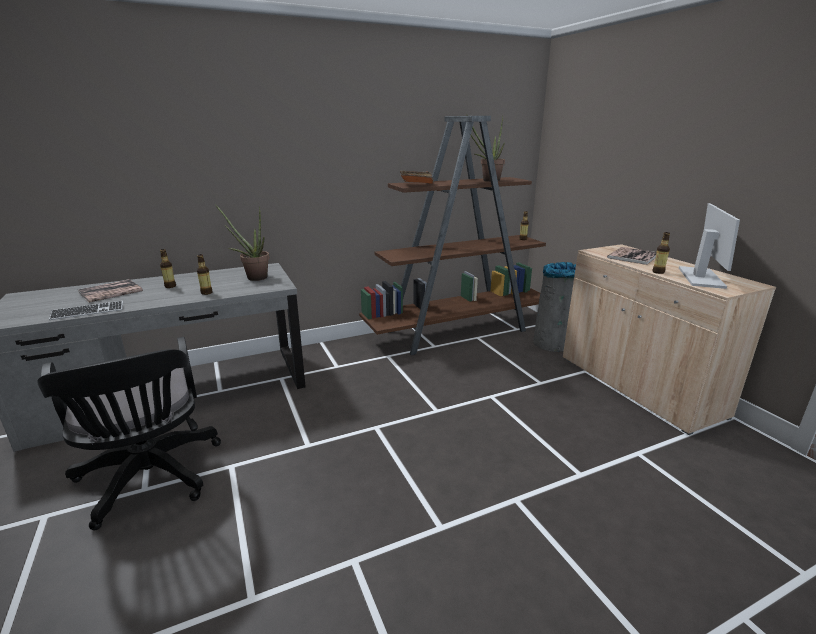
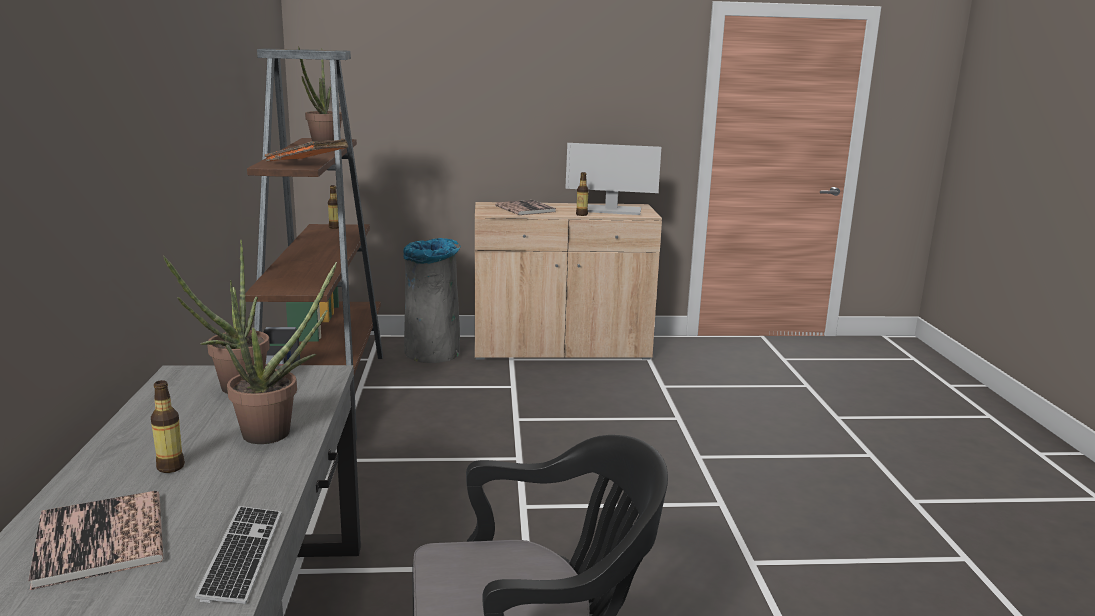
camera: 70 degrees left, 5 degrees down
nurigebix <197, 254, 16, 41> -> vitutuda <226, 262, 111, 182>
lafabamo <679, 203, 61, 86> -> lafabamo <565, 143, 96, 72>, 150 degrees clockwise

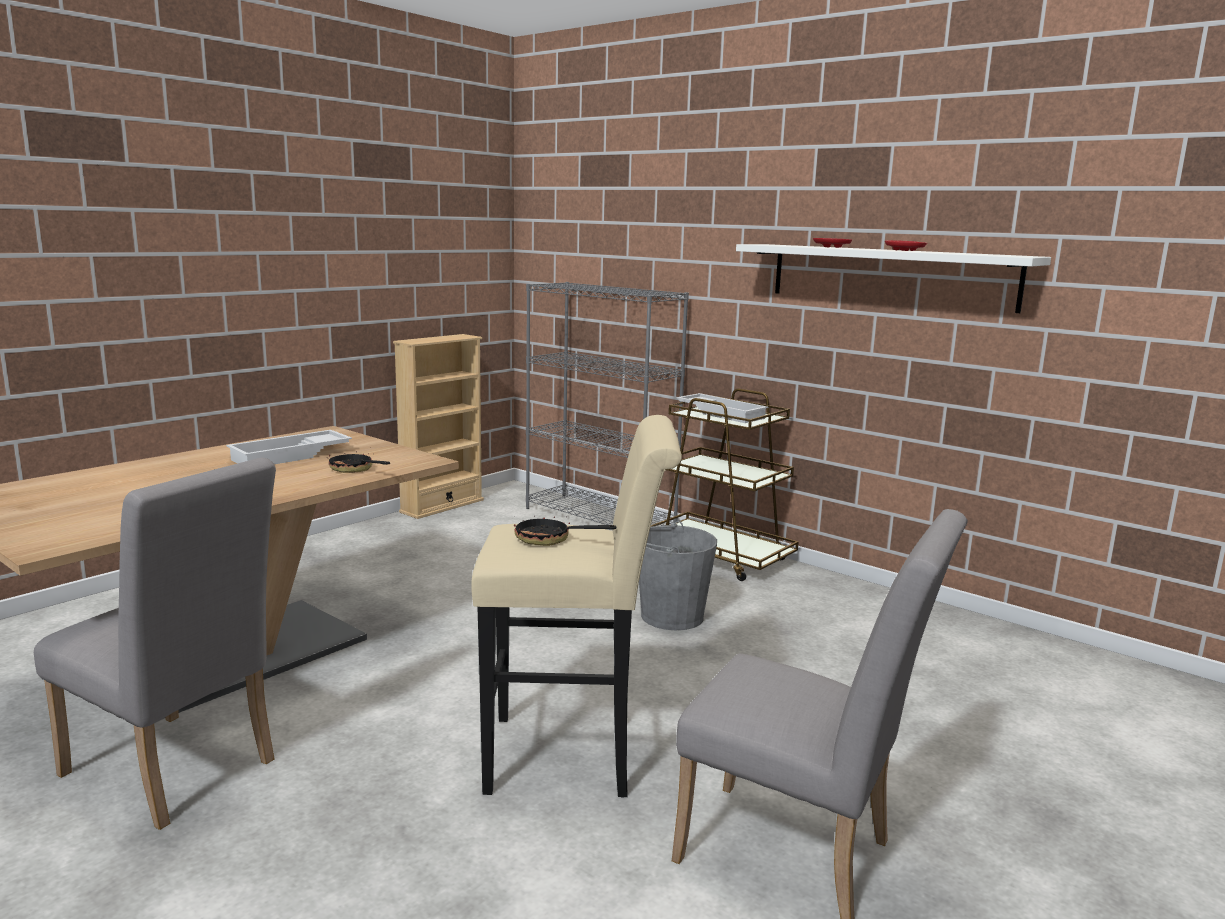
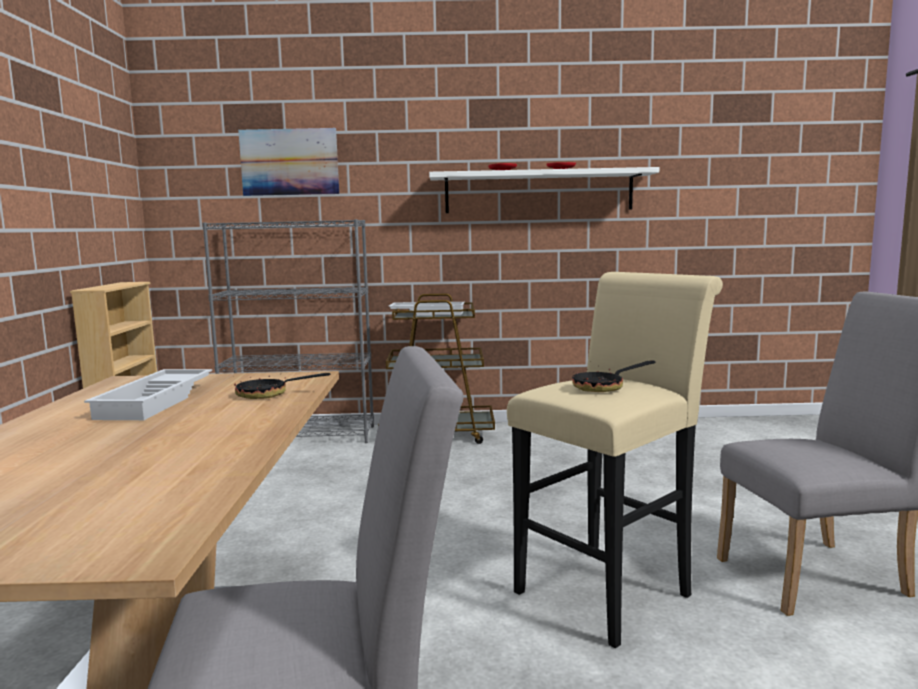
camera: 40 degrees left, 5 degrees down
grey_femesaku <639, 521, 78, 109> -> none
none -> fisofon <238, 128, 101, 68>

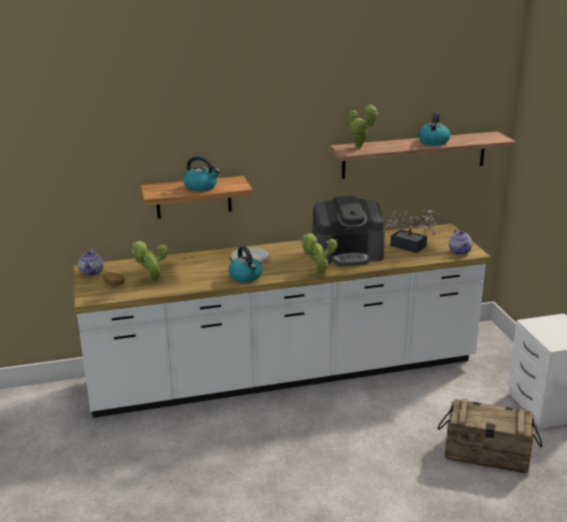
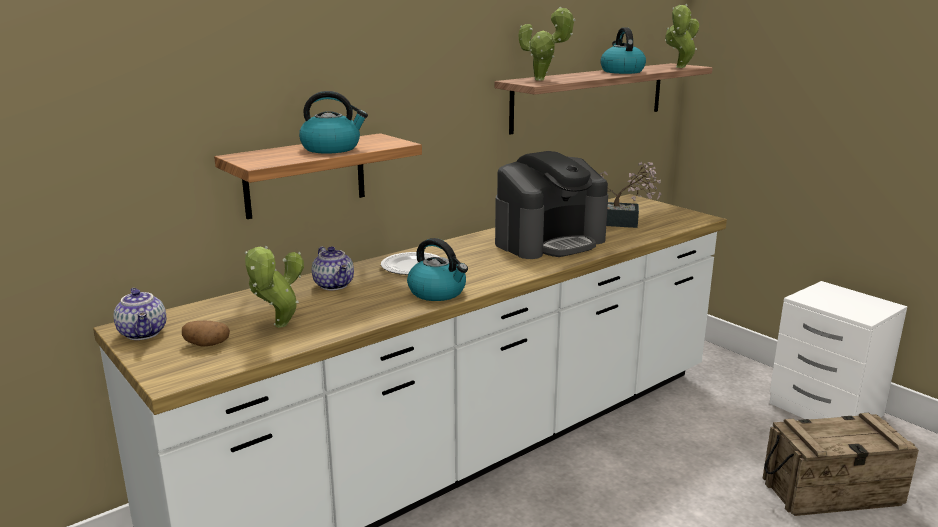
camera: 25 degrees left, 5 degrees down
vitutuda <302, 234, 35, 41> -> vitutuda <665, 4, 34, 64>, relocated
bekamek <449, 229, 23, 26> -> bekamek <312, 246, 42, 44>, relocated

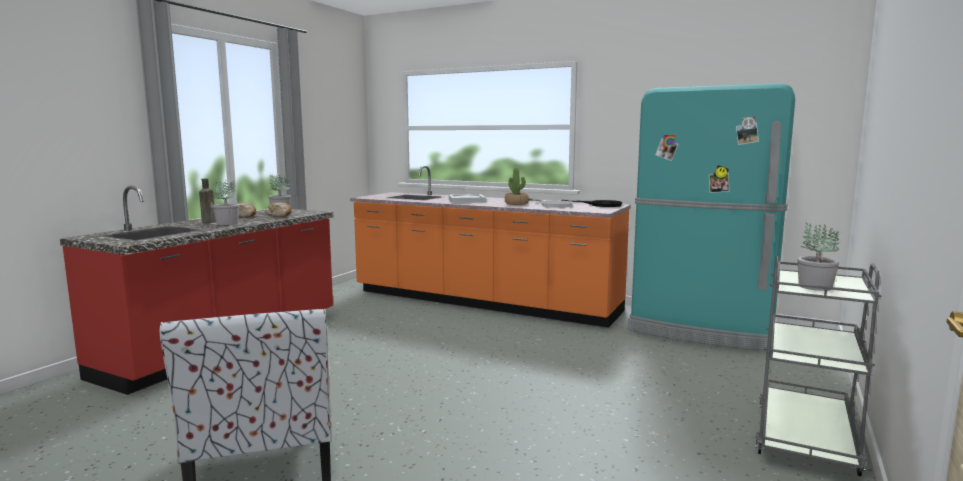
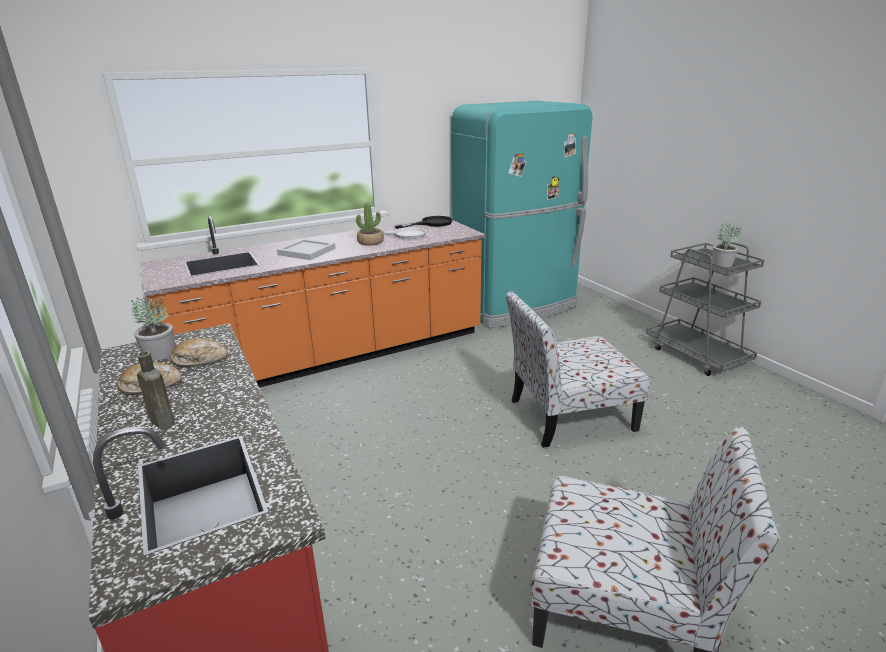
camera: 55 degrees left, 15 degrees up
vitutuda <213, 180, 26, 45> -> none
none -> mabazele <506, 291, 145, 157>

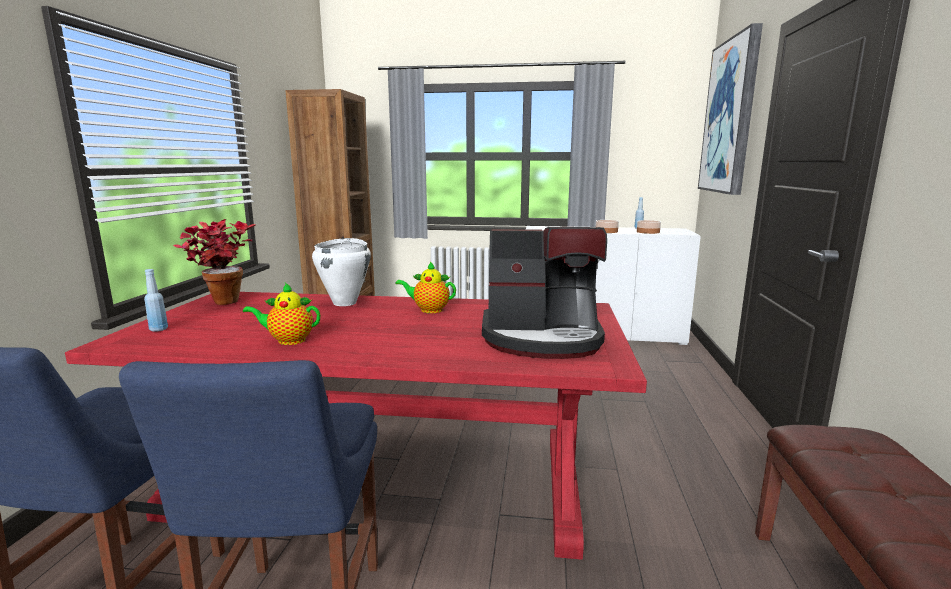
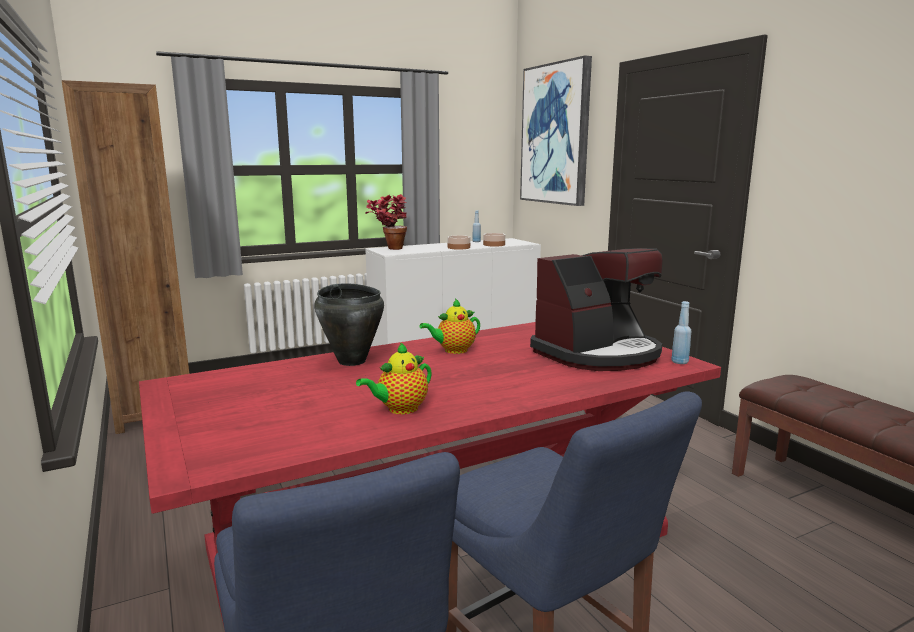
camera: 35 degrees left, 0 degrees up
blue_nurigebix <144, 269, 24, 63> -> blue_nurigebix <671, 301, 21, 63>, relocated
vitutuda <173, 219, 83, 86> -> vitutuda <365, 194, 42, 56>, relocated
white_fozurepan <312, 238, 59, 68> -> black_fozurepan <314, 283, 70, 83>

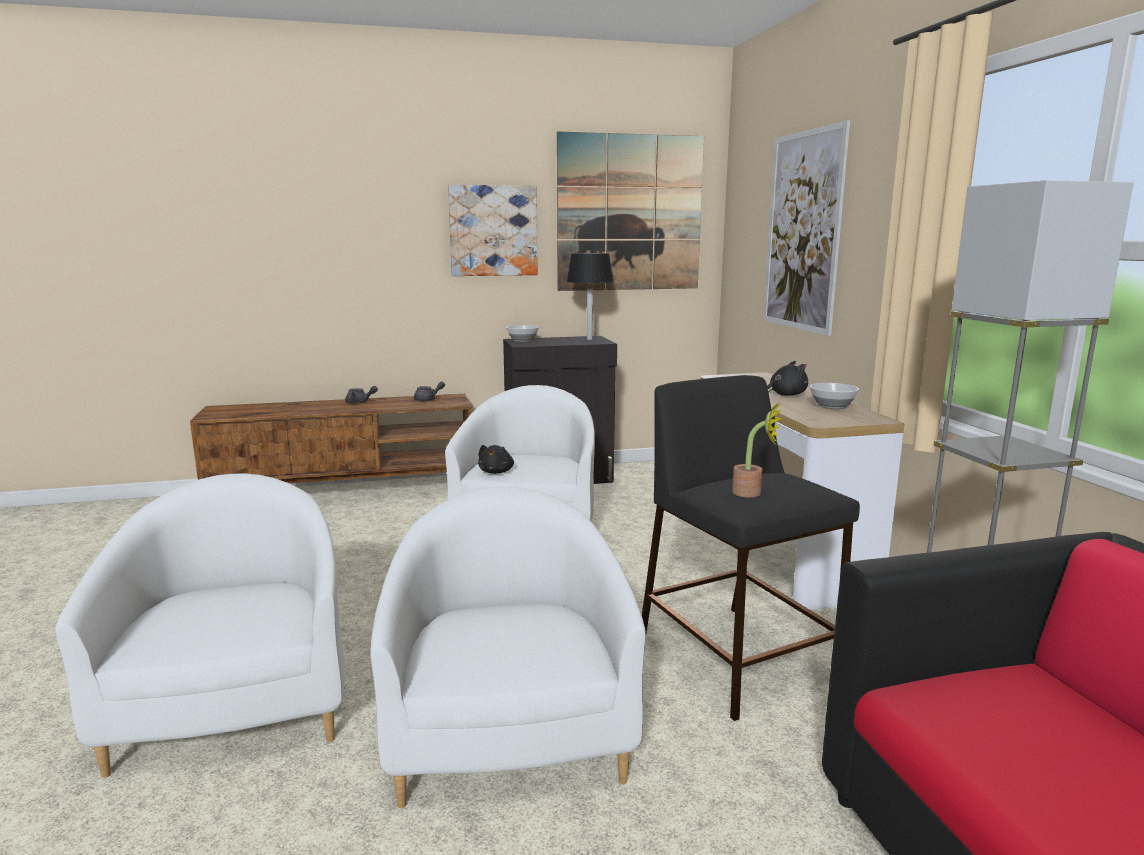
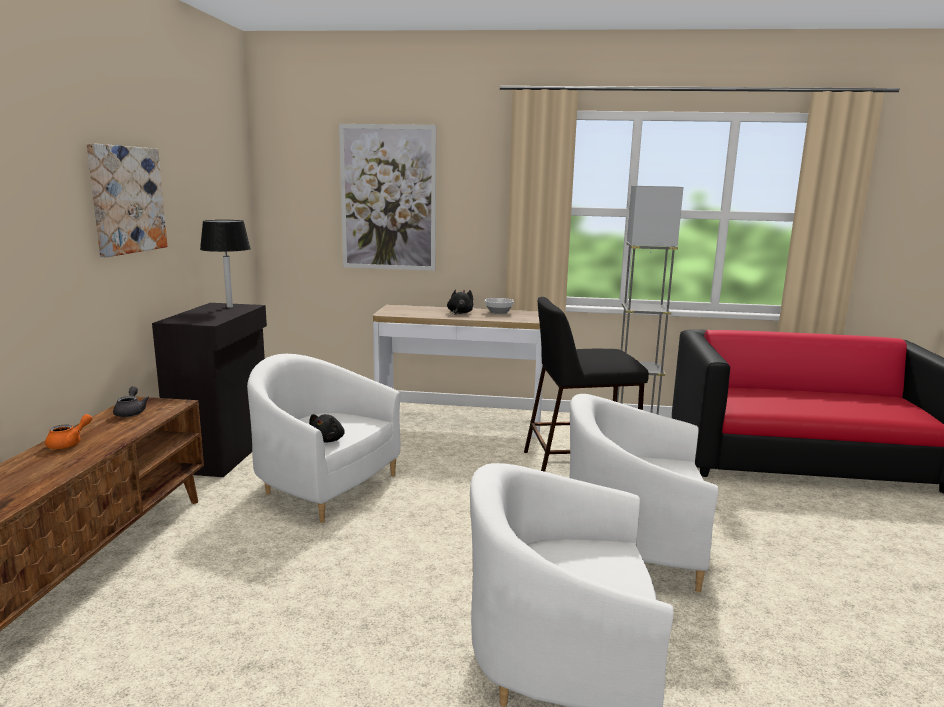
camera: 70 degrees left, 0 degrees up
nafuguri <506, 325, 33, 17> -> none
fisofon <557, 131, 147, 160> -> none
vitutuda <732, 402, 50, 95> -> none
grey_bekamek <345, 386, 33, 18> -> orange_bekamek <45, 414, 47, 35>
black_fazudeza <478, 445, 36, 29> -> black_fazudeza <309, 414, 36, 29>, 75 degrees clockwise

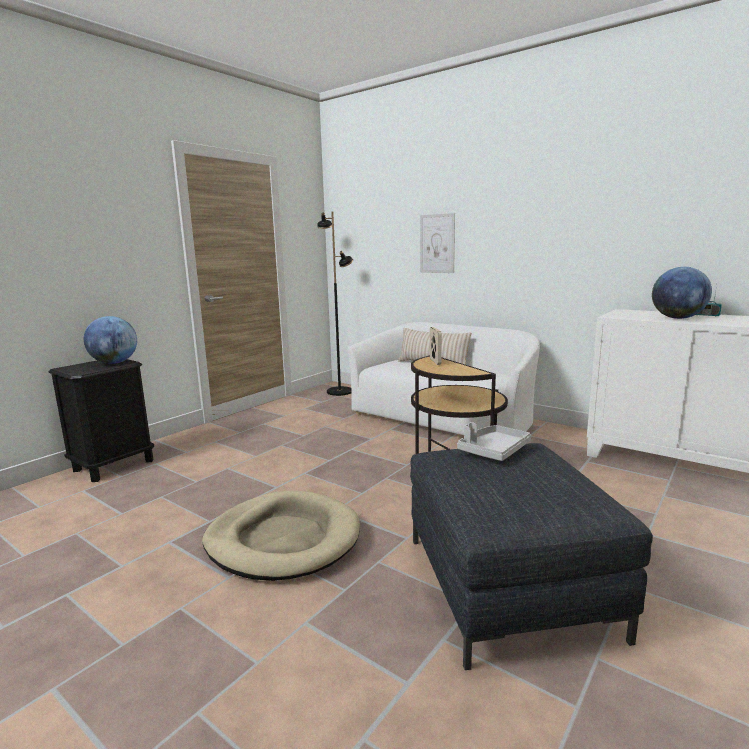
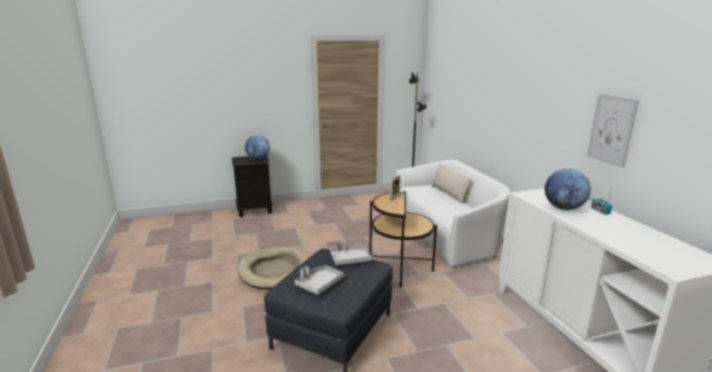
camera: 35 degrees right, 5 degrees up
none -> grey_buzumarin <295, 265, 49, 30>
fisofon <420, 213, 35, 60> -> fisofon <587, 94, 52, 74>, relocated

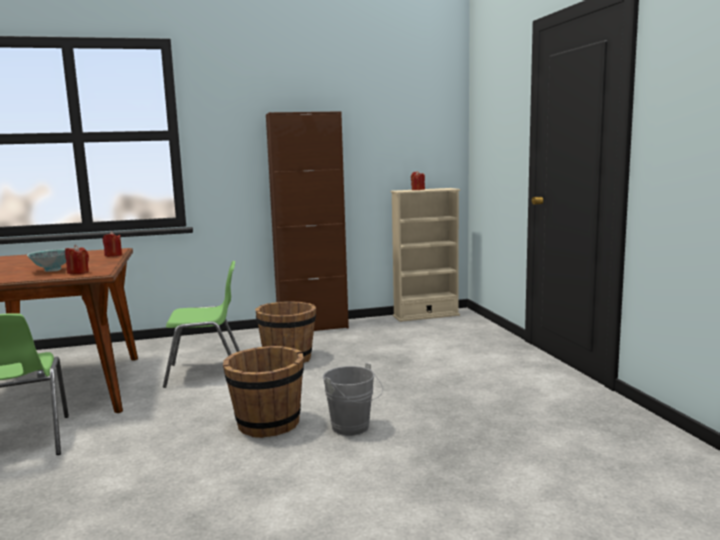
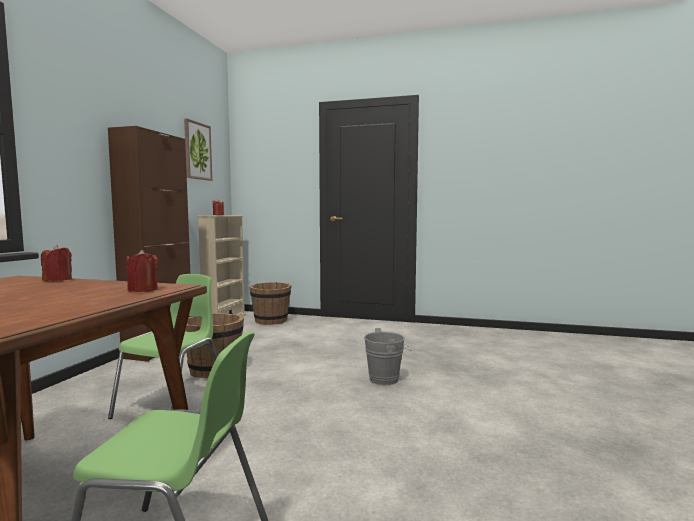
camera: 60 degrees left, 5 degrees down
nafuguri <27, 249, 39, 23> -> none
none -> fisofon <184, 119, 28, 62>
brown_femesaku <223, 346, 81, 92> -> brown_femesaku <250, 282, 41, 43>, relocated

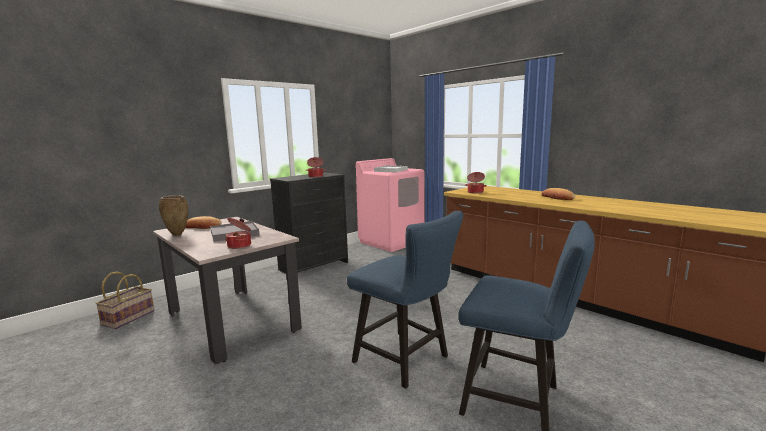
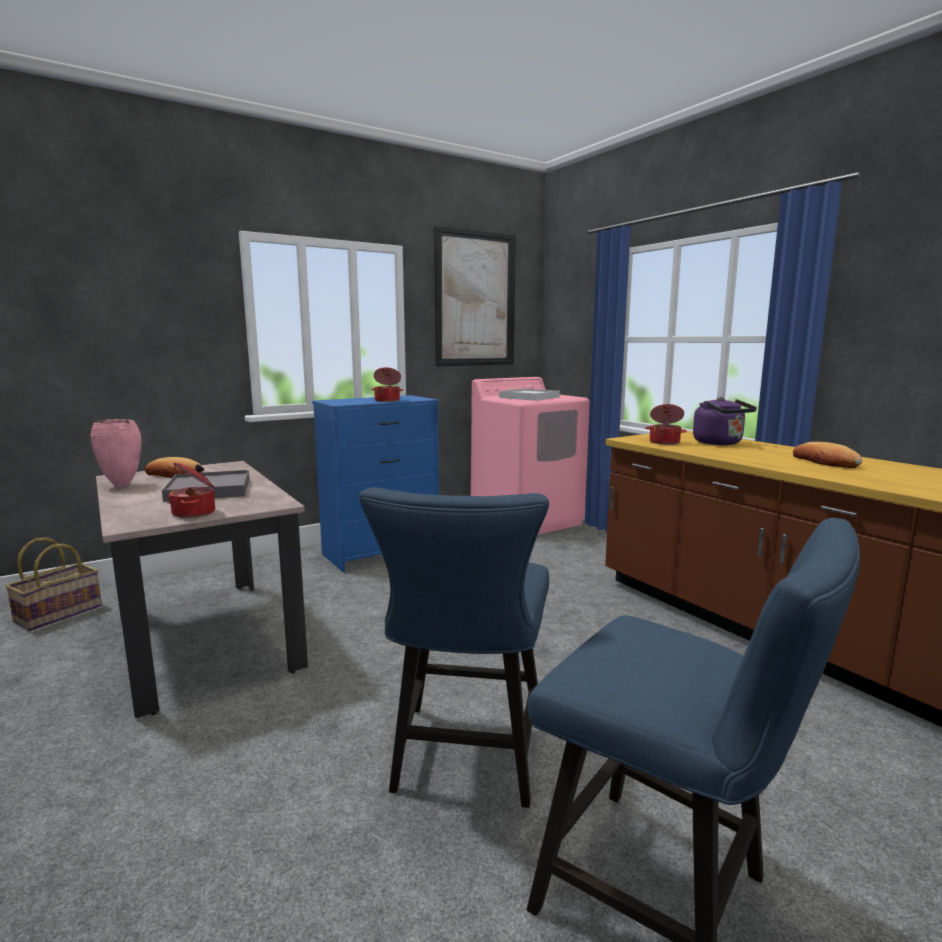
camera: 10 degrees right, 0 degrees up
none -> fisofon <434, 226, 82, 140>
none -> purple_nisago <693, 397, 64, 48>
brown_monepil <159, 195, 29, 41> -> pink_monepil <90, 419, 51, 68>
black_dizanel <270, 173, 78, 101> -> blue_dizanel <312, 395, 127, 177>
blue_mabazele <347, 211, 116, 178> -> blue_mabazele <359, 487, 190, 321>, 45 degrees clockwise

